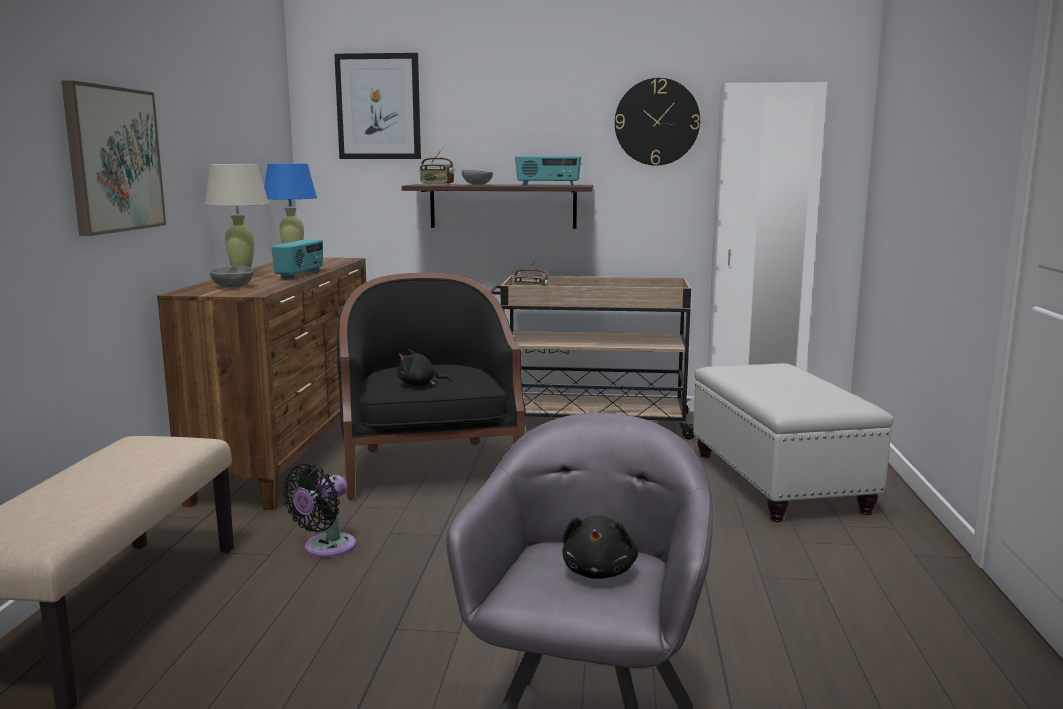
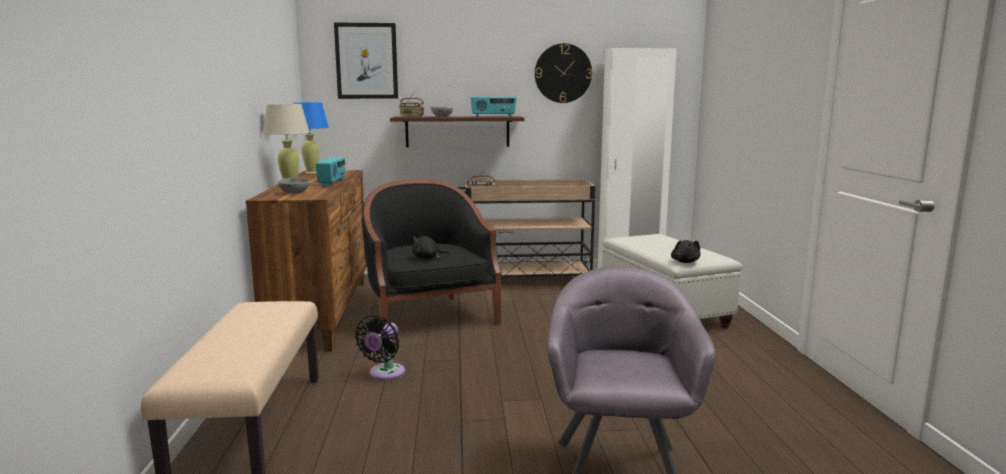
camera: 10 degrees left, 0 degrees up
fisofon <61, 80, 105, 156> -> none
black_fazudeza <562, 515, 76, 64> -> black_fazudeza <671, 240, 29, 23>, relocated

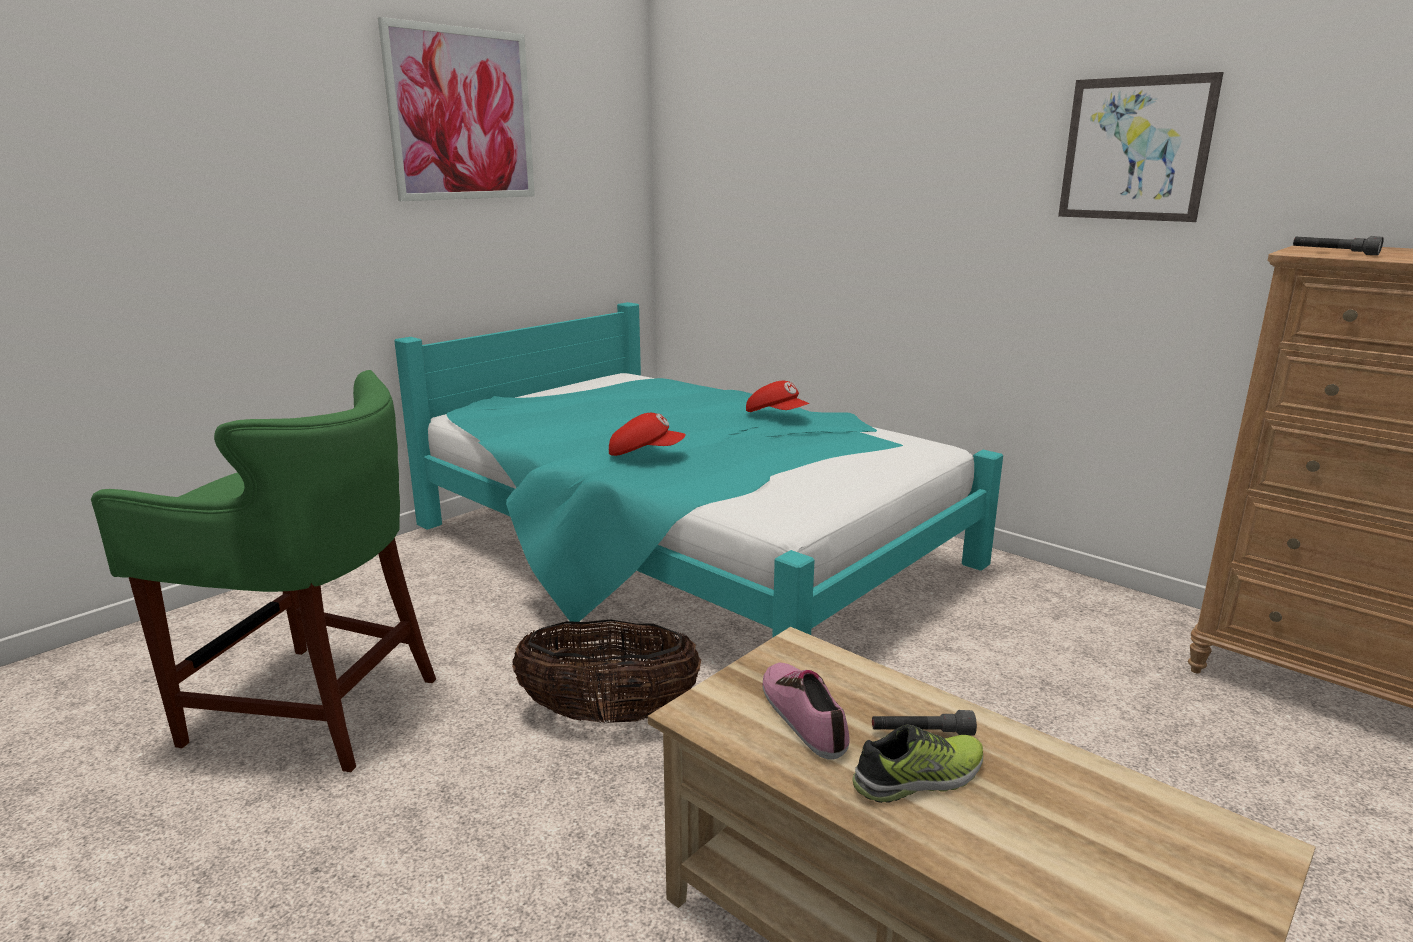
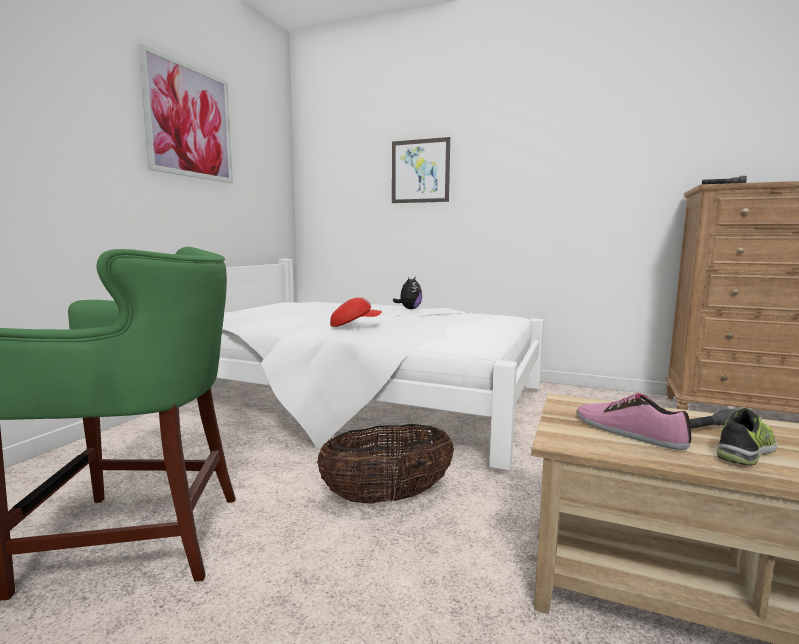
camera: 20 degrees left, 10 degrees down
fisofon <1058, 72, 166, 150> -> fisofon <392, 137, 58, 66>, relocated
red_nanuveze <746, 381, 63, 31> -> fazudeza <393, 276, 29, 33>
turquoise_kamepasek <394, 302, 609, 336> -> white_kamepasek <216, 259, 328, 212>

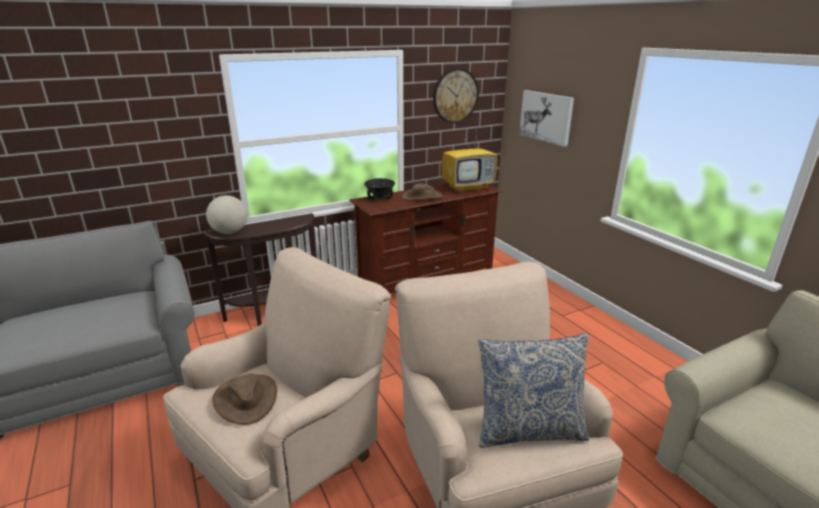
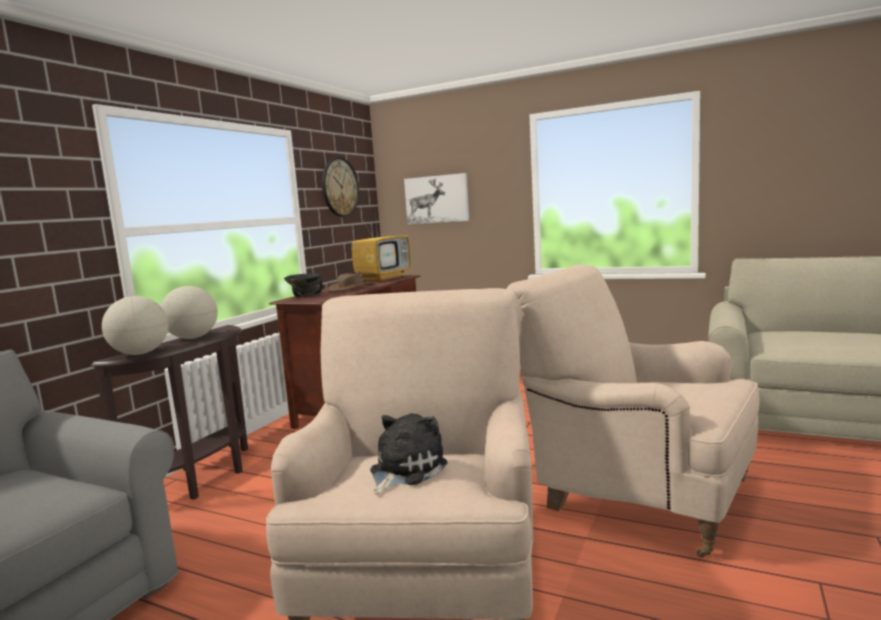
camera: 35 degrees left, 15 degrees down
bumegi <479, 333, 110, 115> -> none
none -> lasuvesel <161, 286, 57, 53>
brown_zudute <212, 374, 65, 51> -> fazudeza <370, 413, 78, 81>

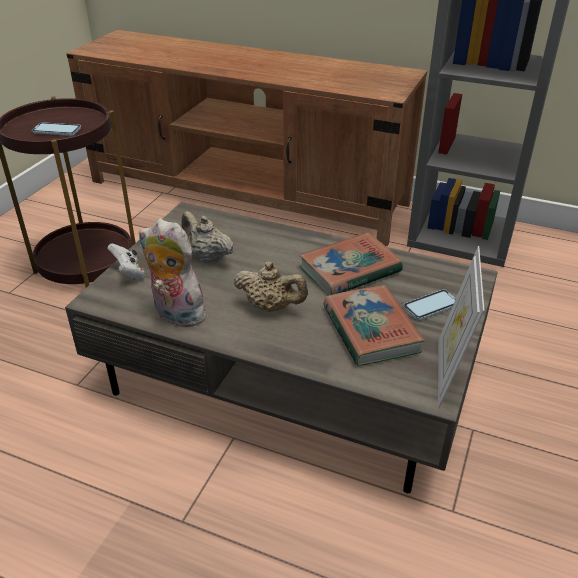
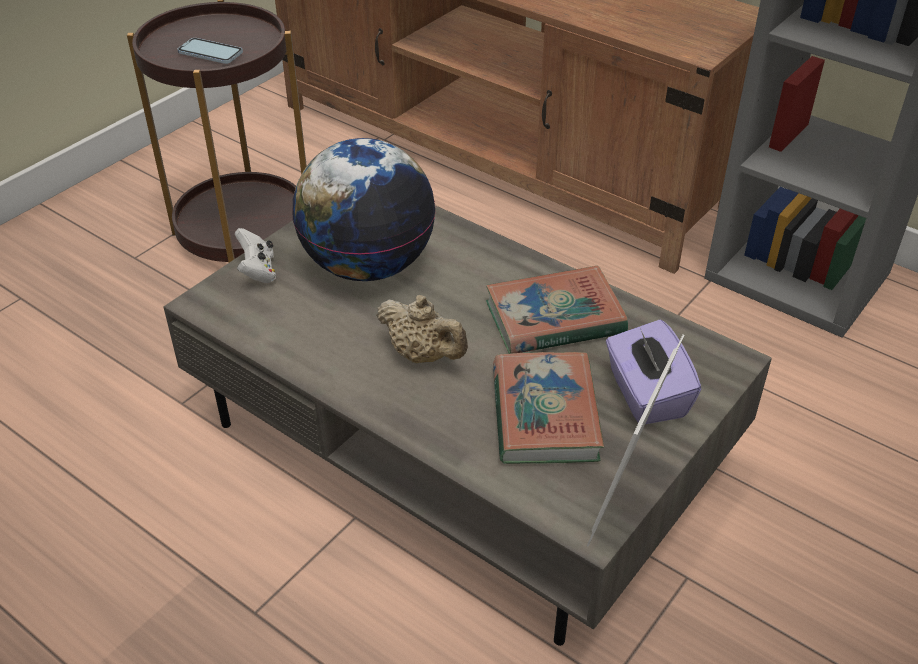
camera: 15 degrees right, 5 degrees up
fazudeza <139, 219, 68, 108> -> none
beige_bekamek <182, 211, 52, 53> -> lasuvesel <292, 138, 144, 143>
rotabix <403, 290, 53, 30> -> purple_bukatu <606, 320, 95, 104>

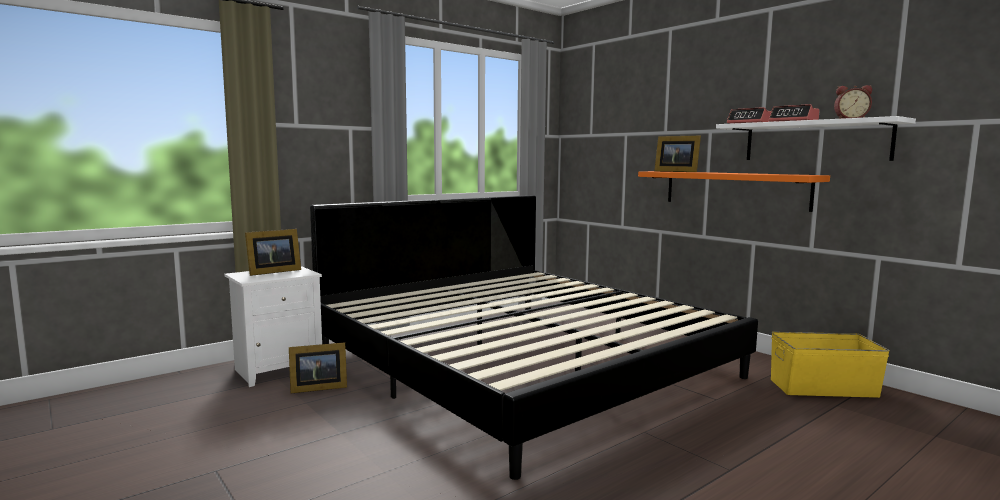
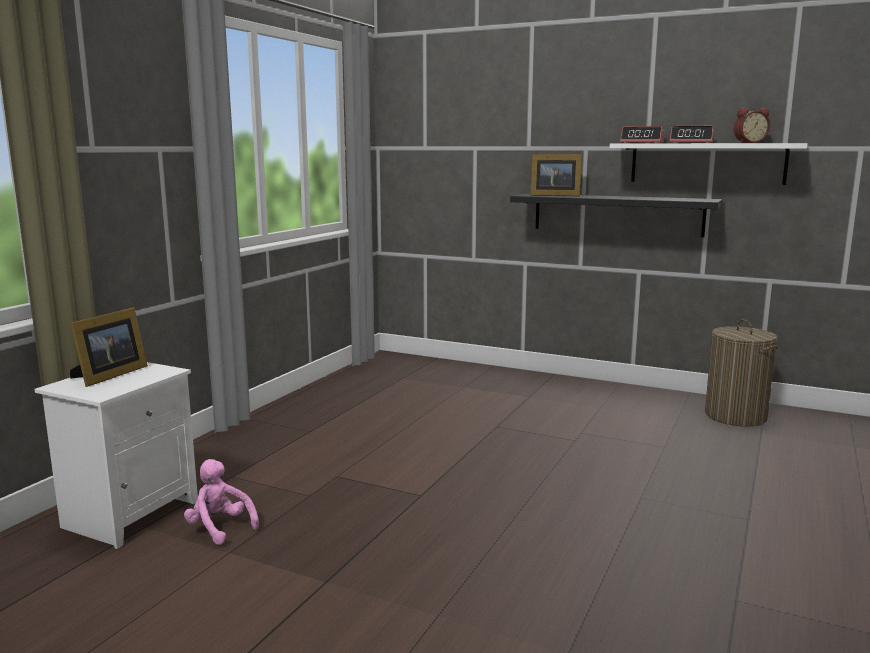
camera: 25 degrees left, 5 degrees up
kamepasek <310, 195, 448, 285> -> none
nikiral <289, 342, 58, 51> -> pink_fazudeza <184, 459, 75, 86>
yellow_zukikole <771, 332, 119, 66> -> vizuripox <705, 319, 73, 107>
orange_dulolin <638, 171, 192, 41> -> black_dulolin <510, 193, 213, 44>

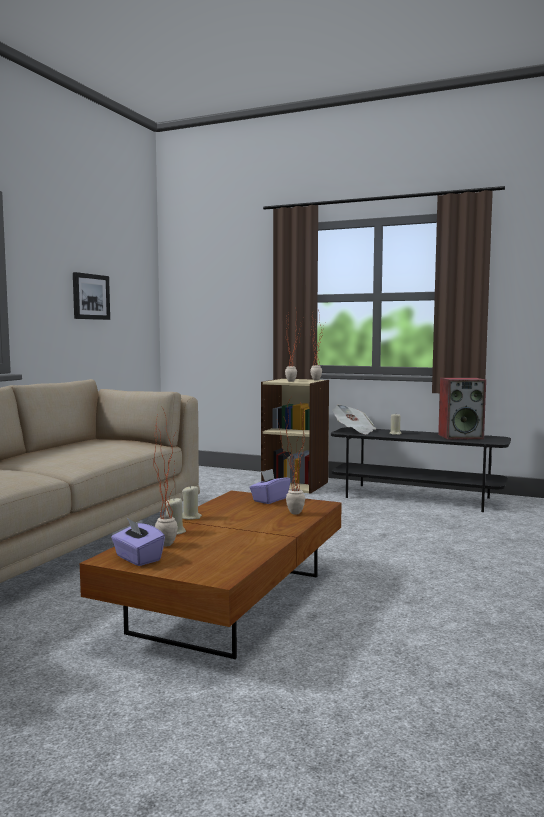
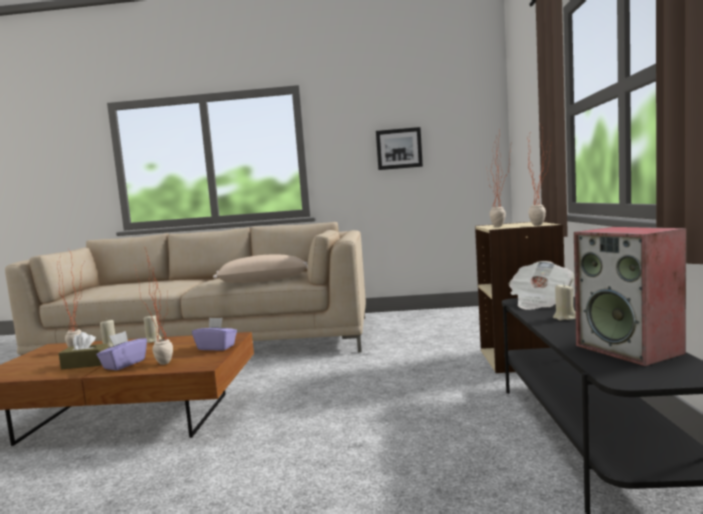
camera: 70 degrees right, 0 degrees up
none -> brown_bukatu <59, 332, 49, 37>
none -> beige_bumegi <213, 255, 95, 28>
purple_bukatu <111, 518, 54, 48> -> purple_bukatu <97, 331, 50, 40>, relocated

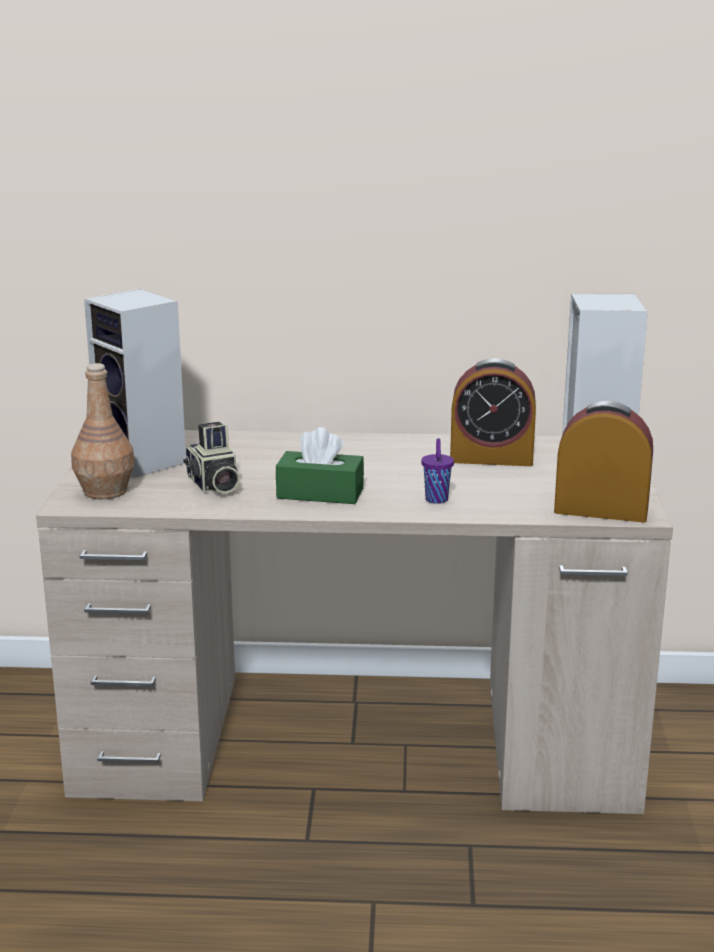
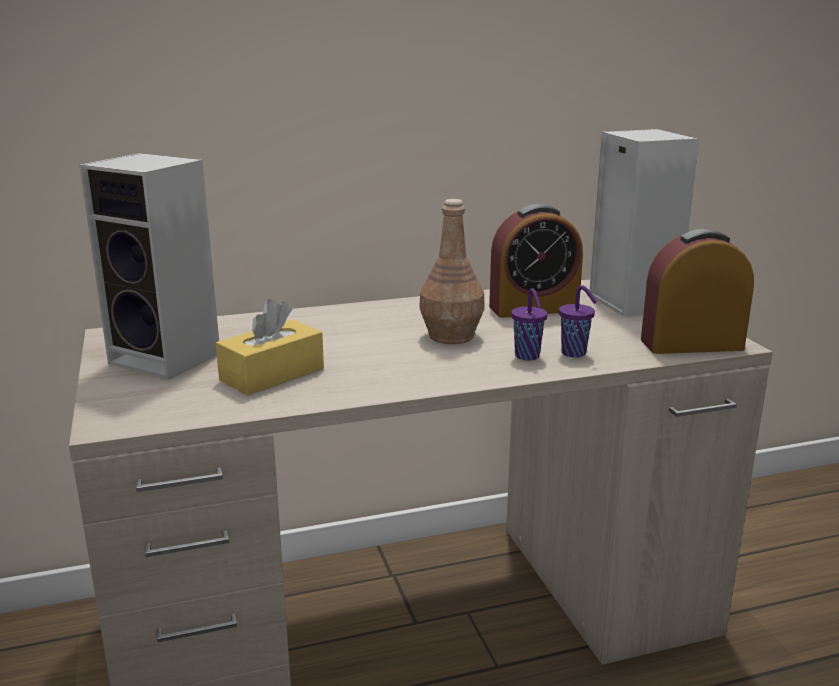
camera: 20 degrees left, 0 degrees up
green_bukatu <276, 427, 88, 77> -> none
none -> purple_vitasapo <559, 285, 38, 72>
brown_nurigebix <71, 363, 64, 136> -> brown_nurigebix <419, 199, 66, 145>, relocated
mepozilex <183, 422, 57, 72> -> yellow_bukatu <216, 299, 108, 96>

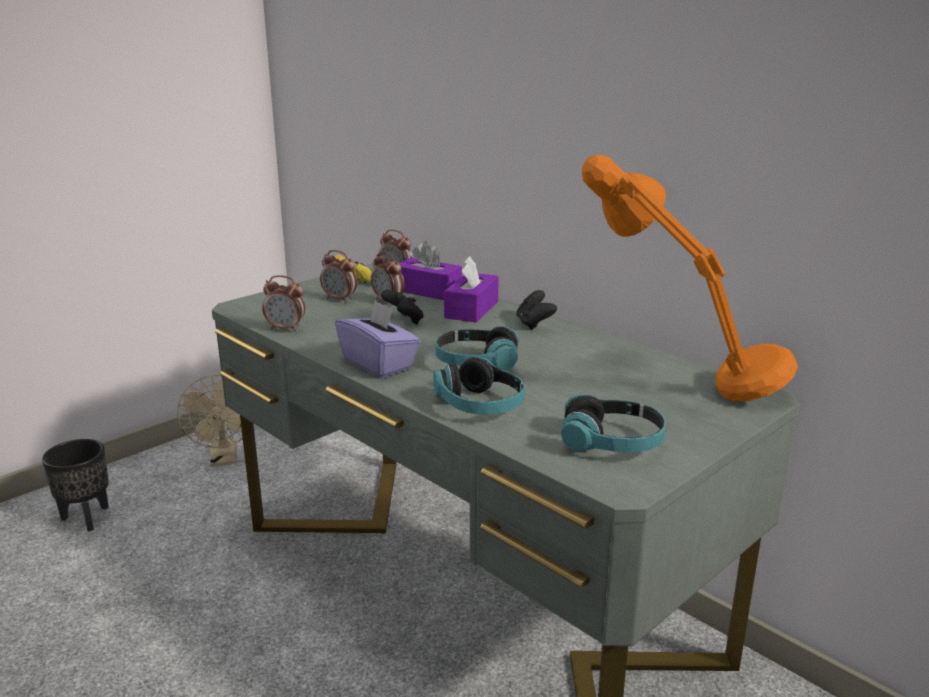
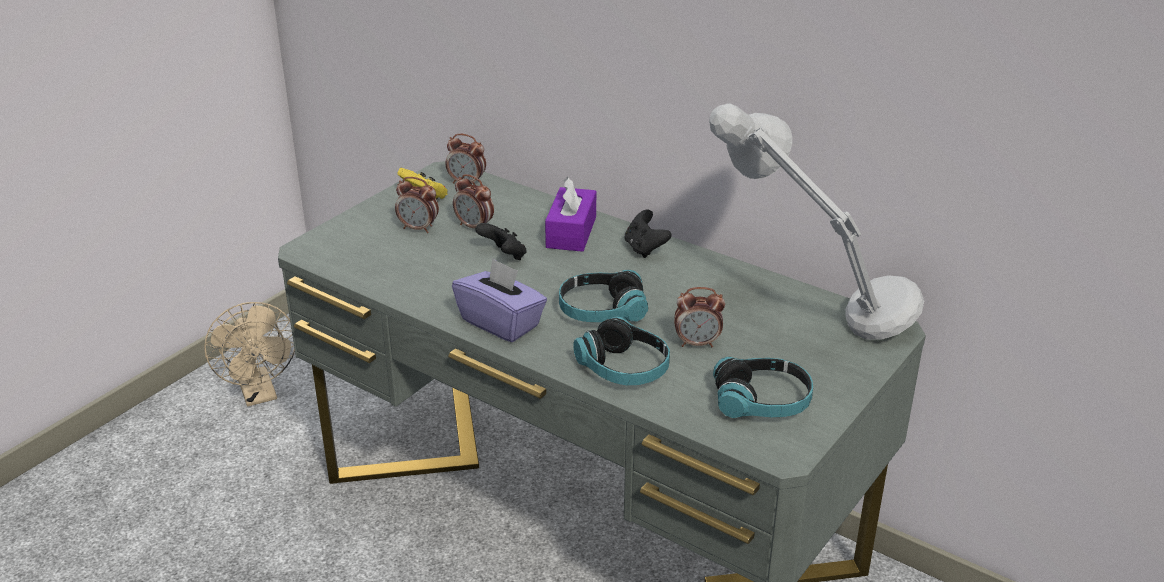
camera: 10 degrees left, 10 degrees up
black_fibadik <42, 439, 67, 93> -> none
purple_bukatu <400, 241, 62, 59> -> none
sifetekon <262, 275, 43, 57> -> sifetekon <674, 287, 51, 60>, relocated
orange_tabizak <582, 155, 216, 247> -> grey_tabizak <709, 104, 215, 236>

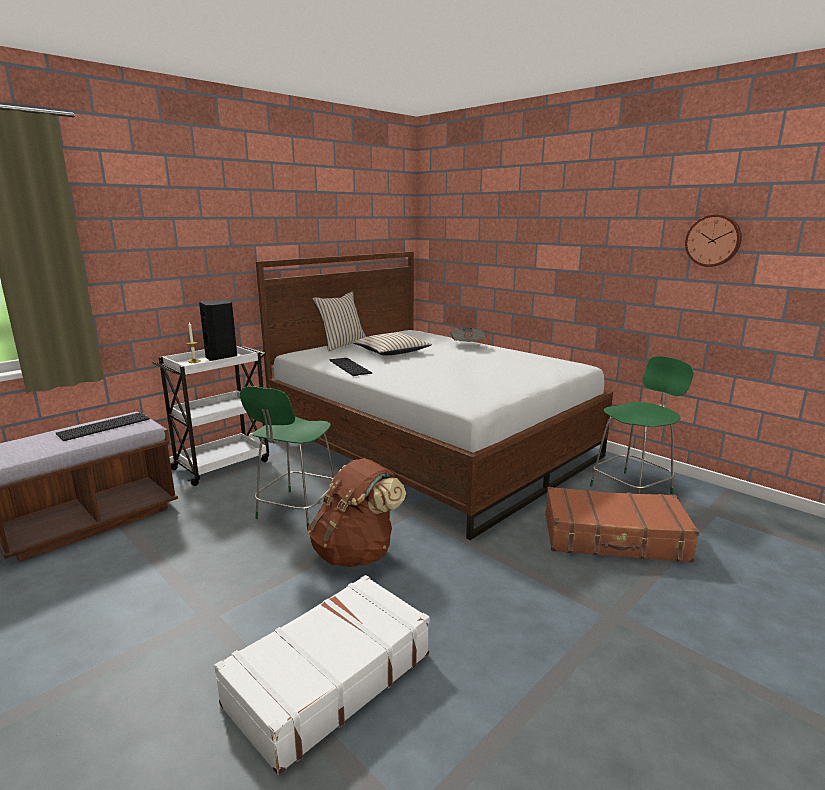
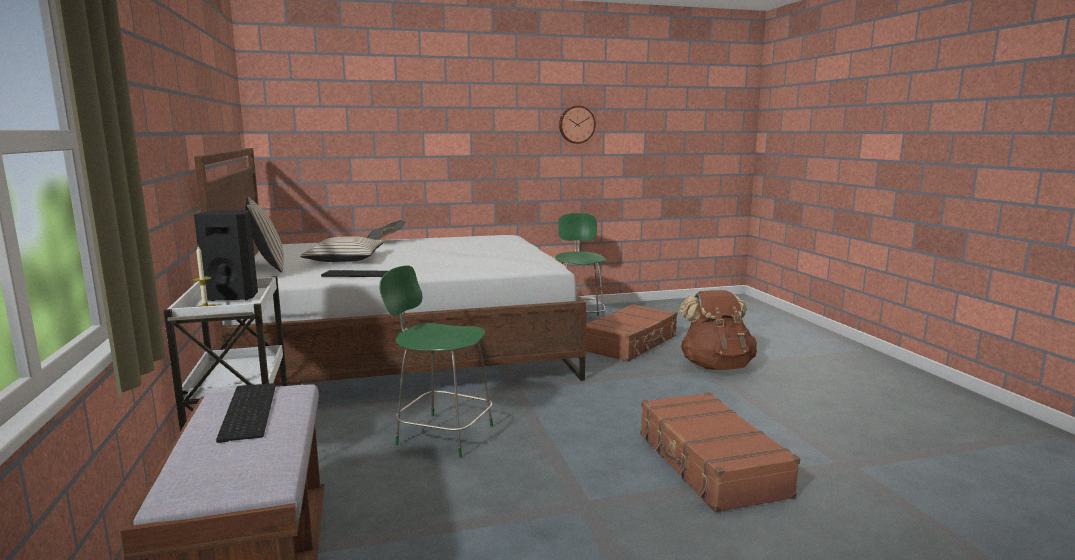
camera: 60 degrees left, 5 degrees down
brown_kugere <307, 458, 99, 109> -> brown_kugere <679, 290, 78, 80>, relocated
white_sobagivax <214, 575, 216, 200> -> brown_sobagivax <640, 392, 160, 120>
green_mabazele <240, 386, 95, 145> -> green_mabazele <379, 266, 114, 192>, 150 degrees clockwise

